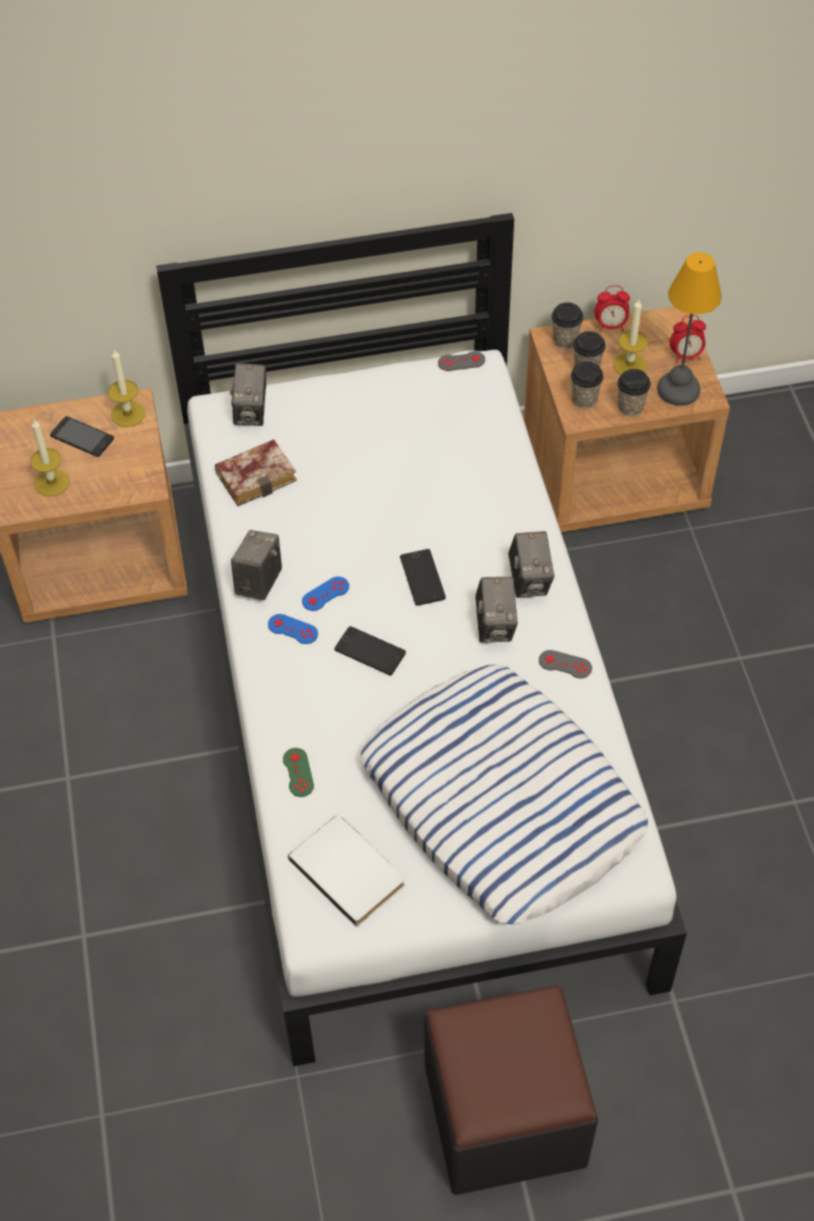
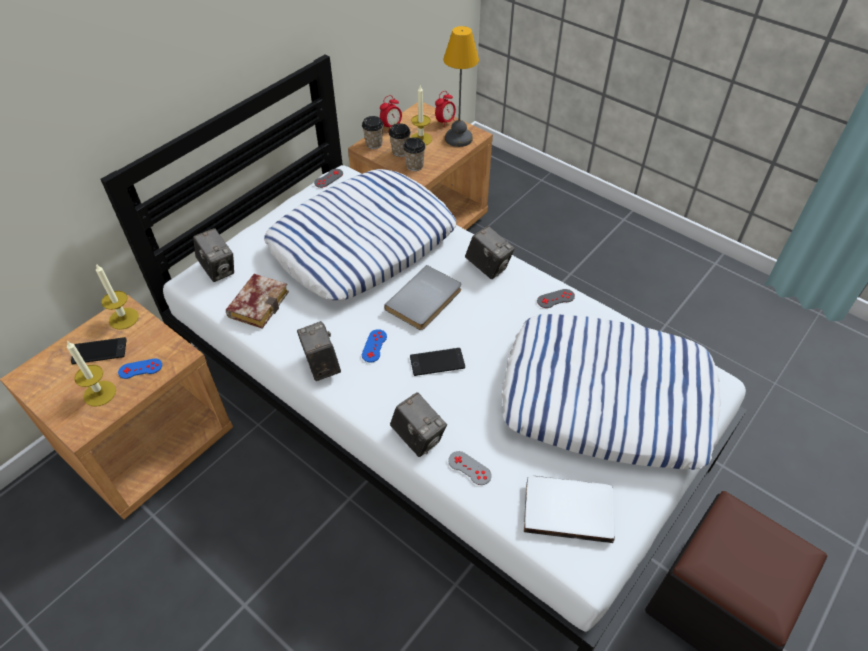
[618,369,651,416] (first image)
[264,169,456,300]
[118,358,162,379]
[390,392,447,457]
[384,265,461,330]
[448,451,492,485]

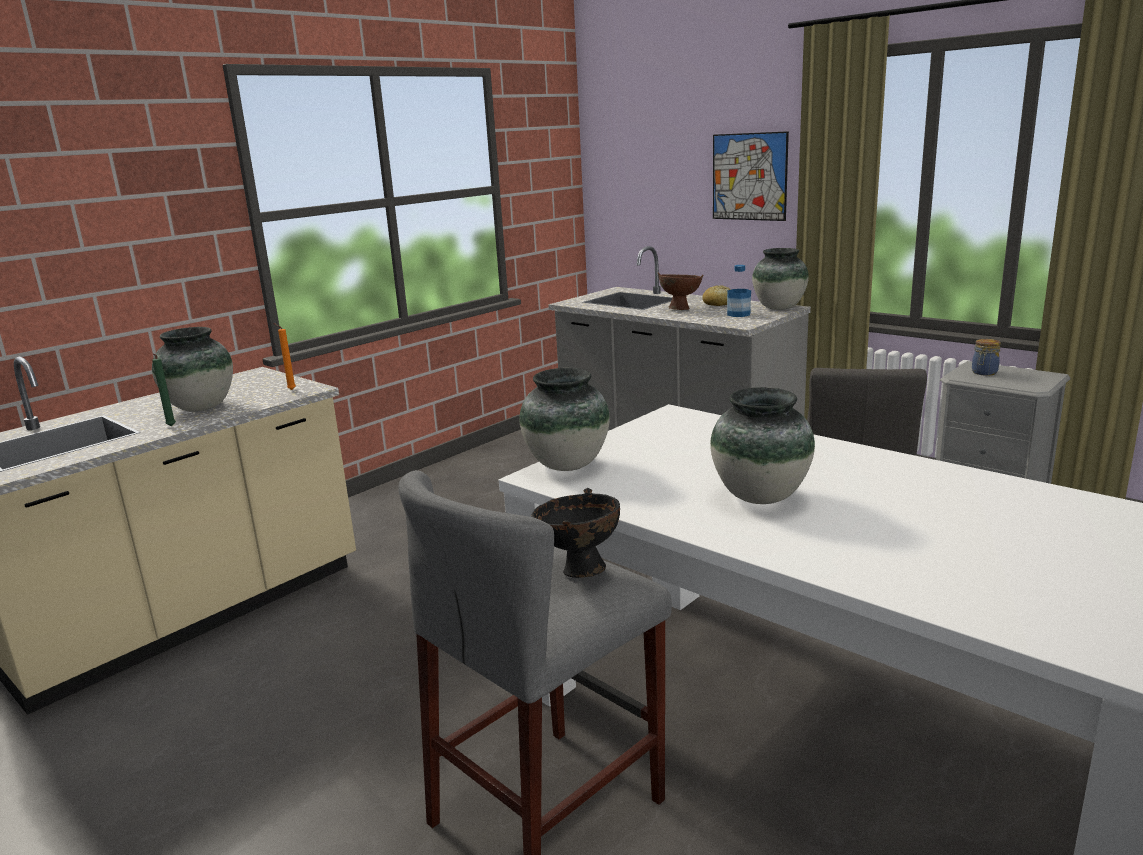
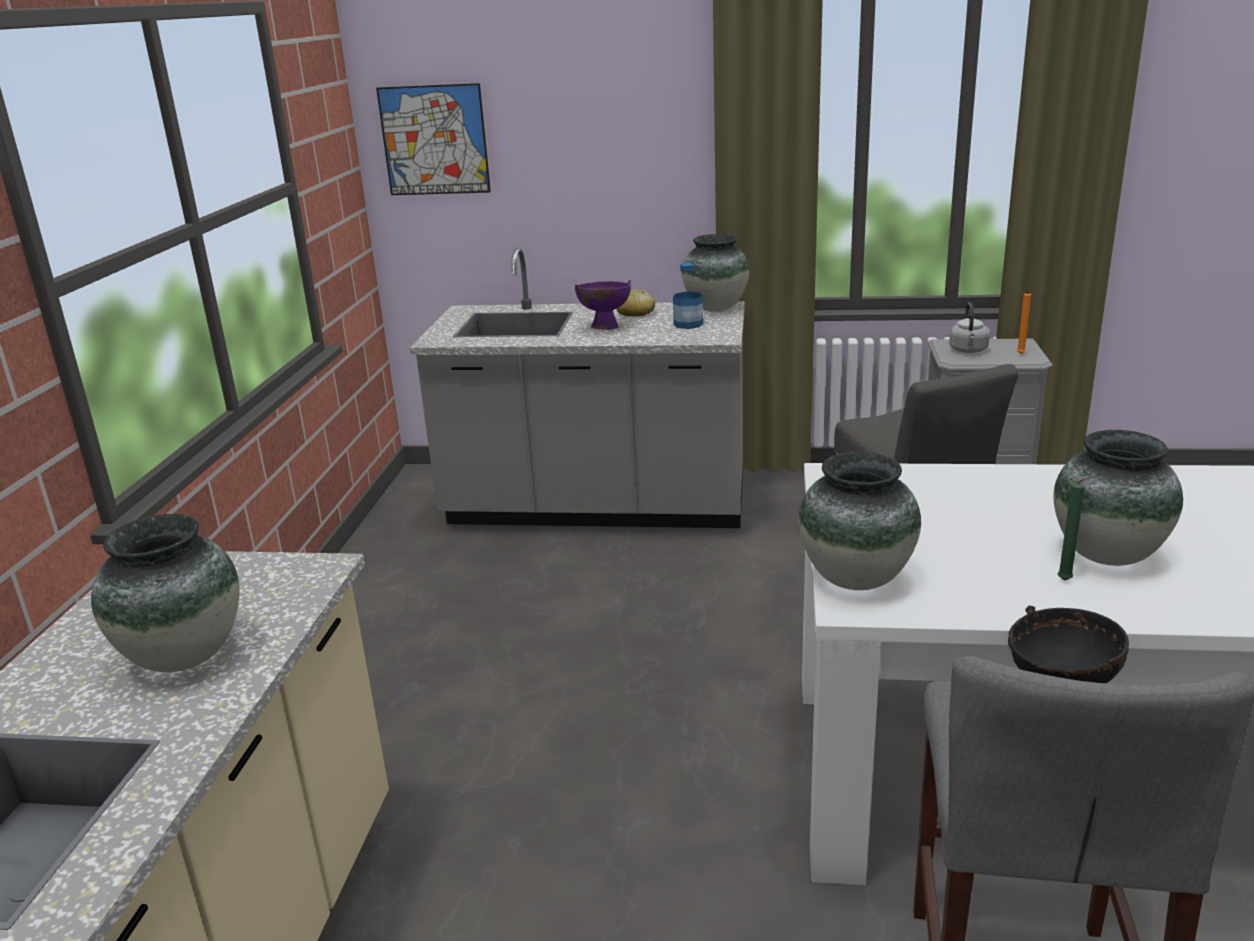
[1057,477,1093,581]
[1017,289,1031,354]
[376,83,491,195]
[949,302,990,353]
[575,280,631,330]

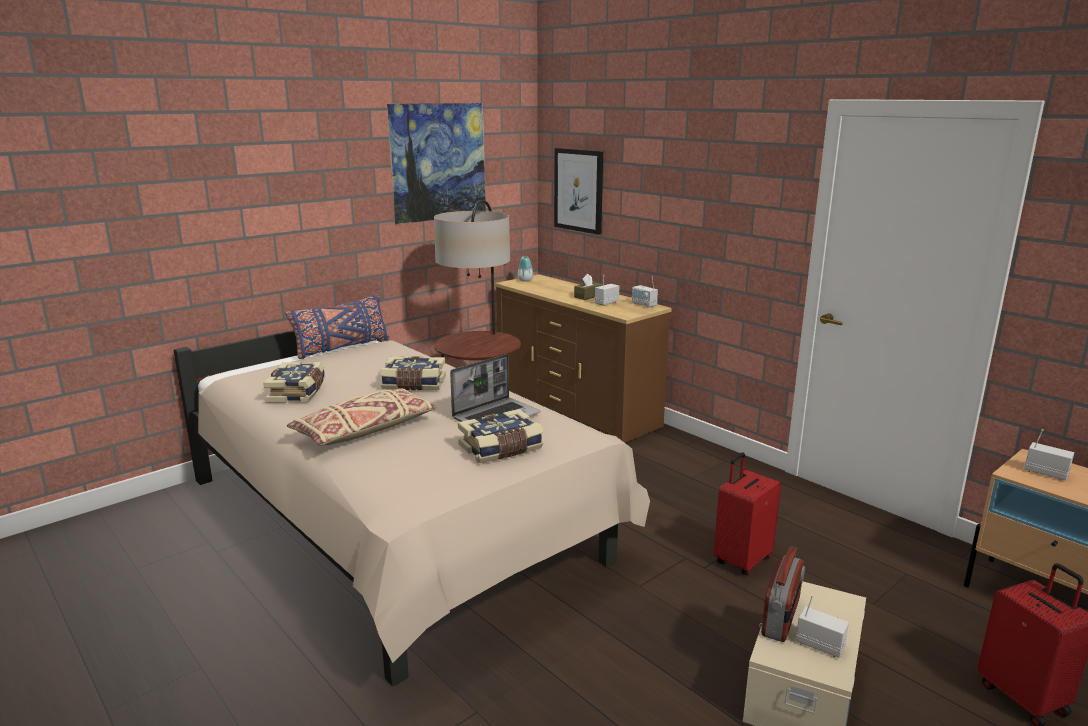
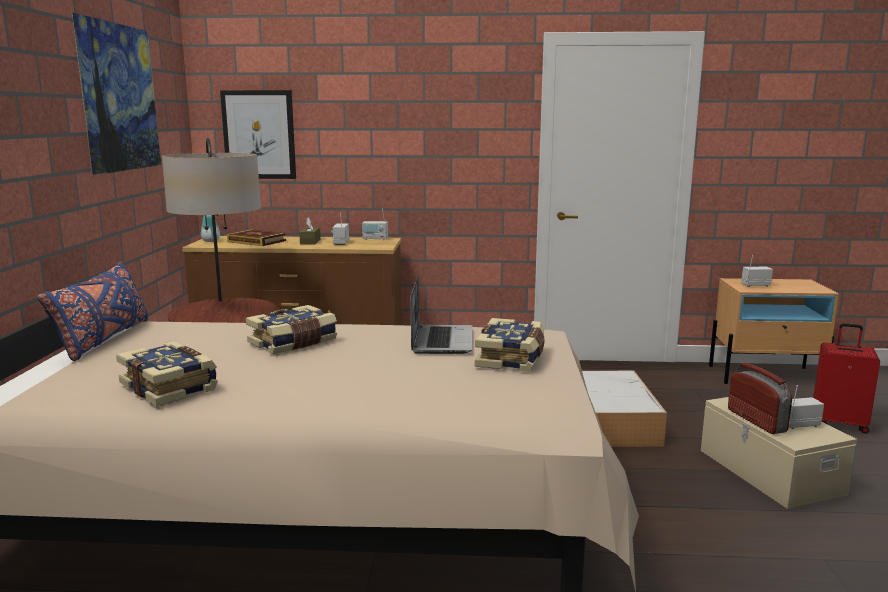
[287,389,437,446] (first image)
[227,230,286,246]
[582,371,667,447]

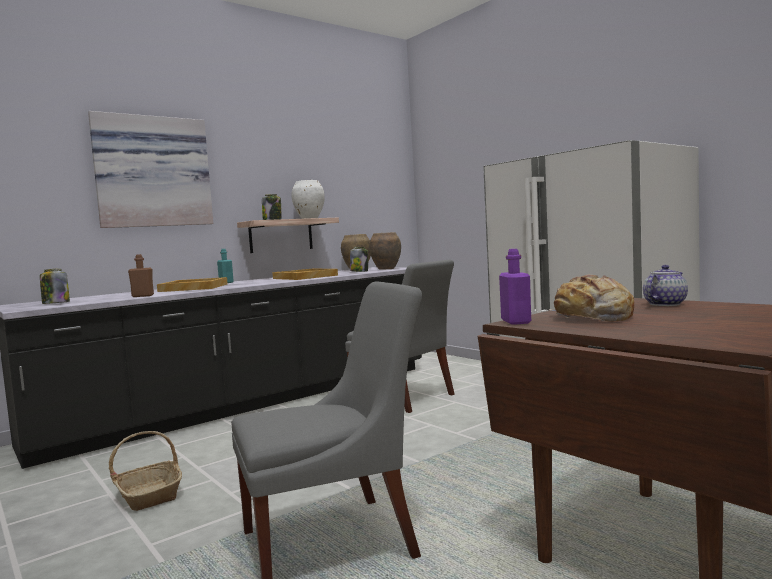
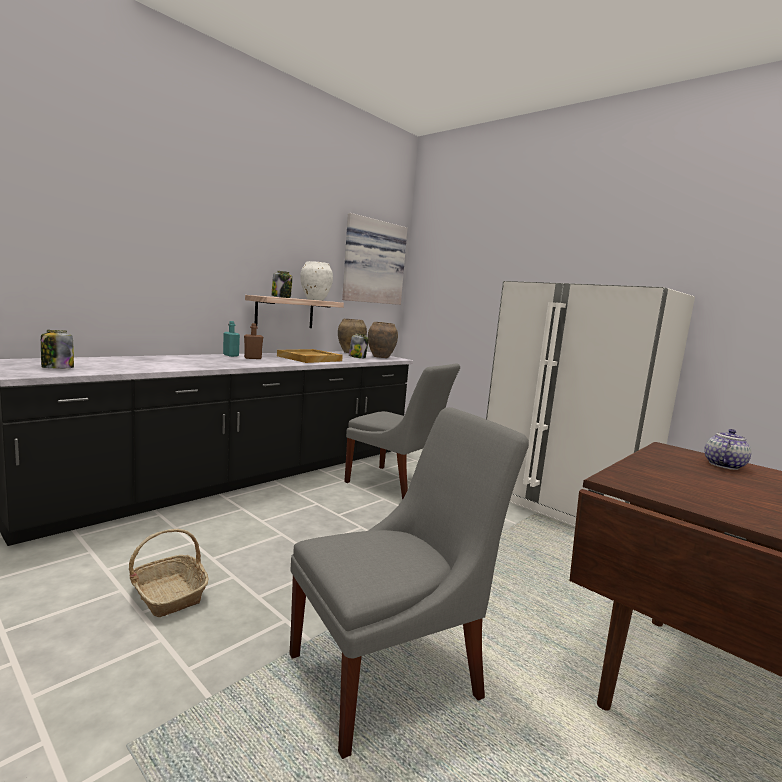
[157,277,228,292] (first image)
[499,249,531,325] (first image)
[549,275,634,322] (first image)
[342,213,407,305]
[244,323,263,359]

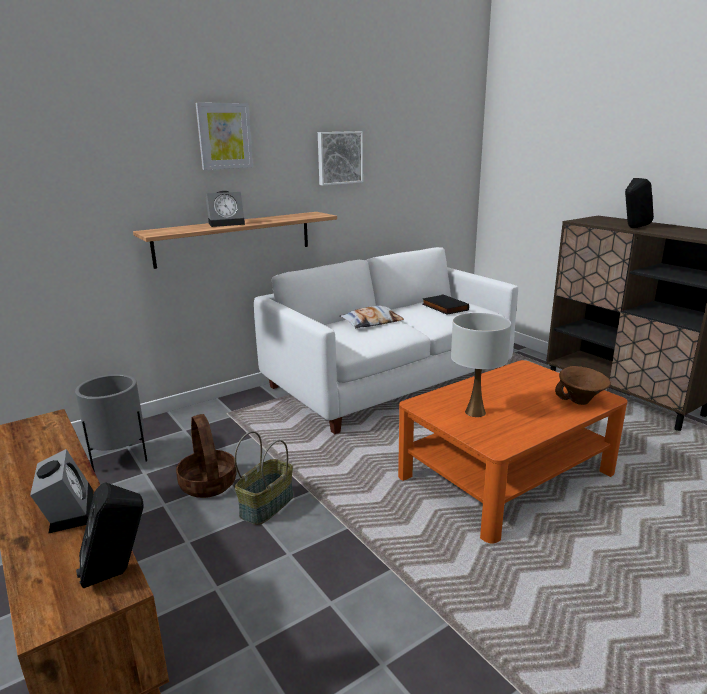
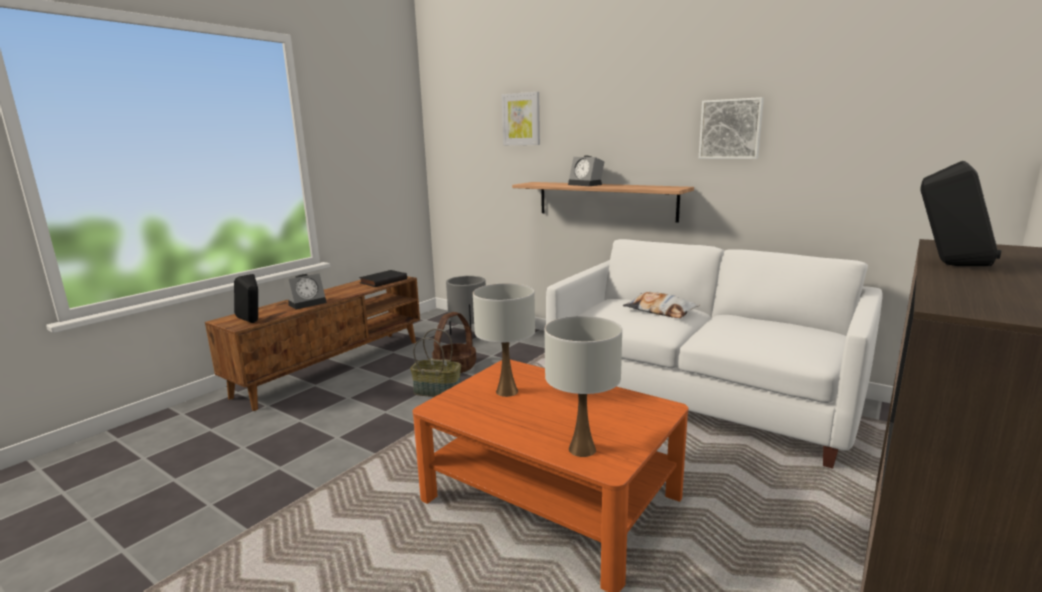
[502,92,540,145]
[359,270,407,287]
[545,316,622,457]

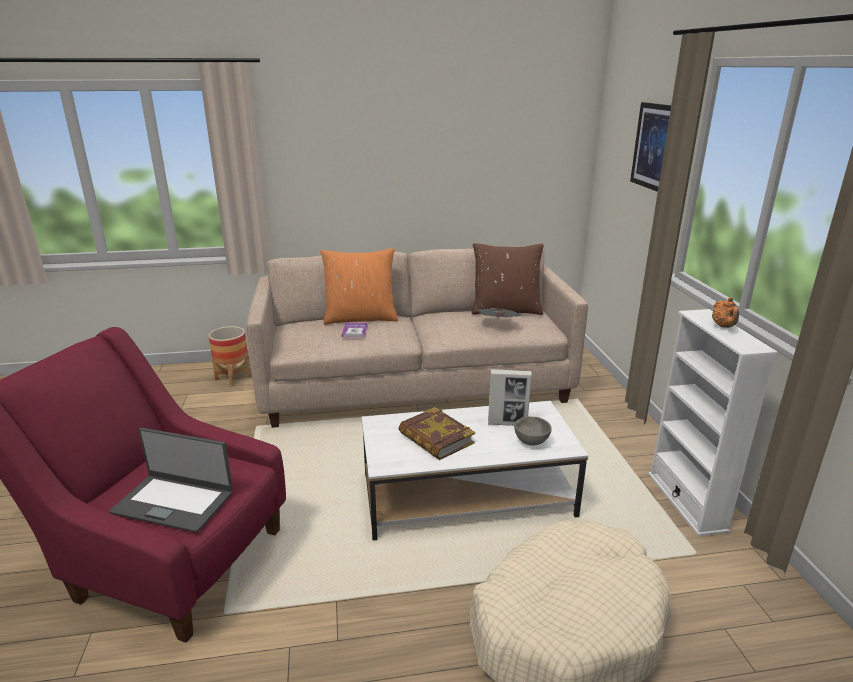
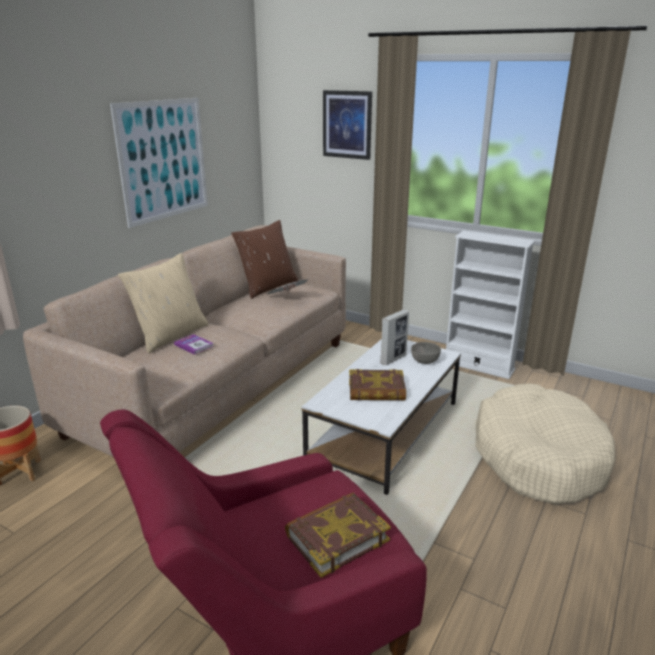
[712,297,739,328] (first image)
[110,98,208,228]
[285,493,391,578]
[118,253,209,353]

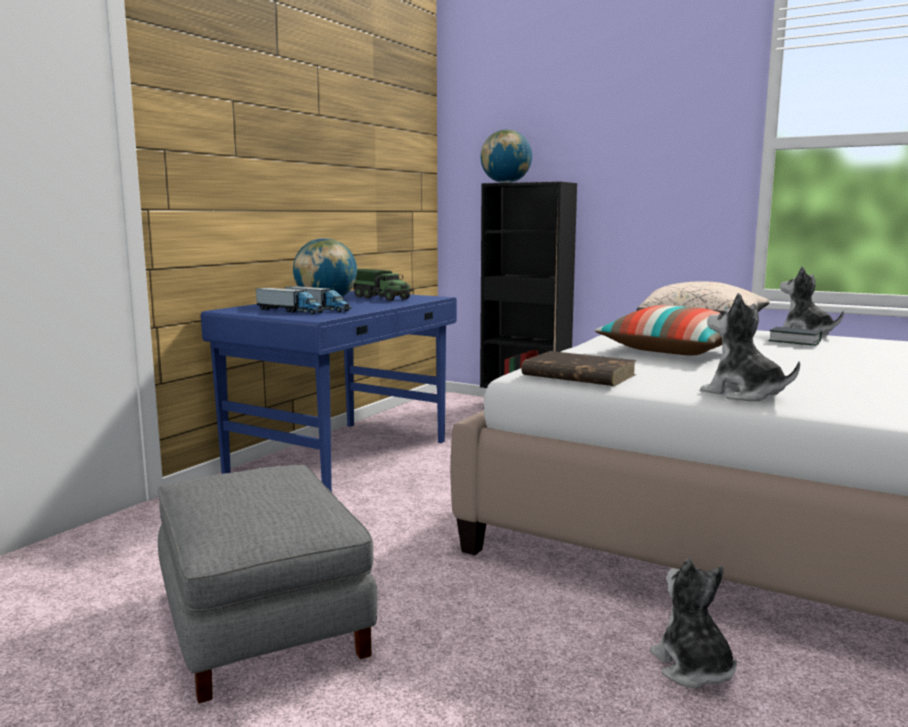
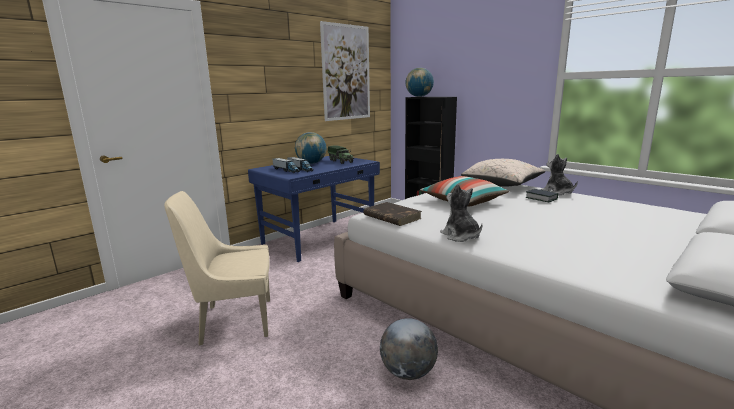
[320,21,370,121]
[164,191,270,346]
[380,318,438,380]

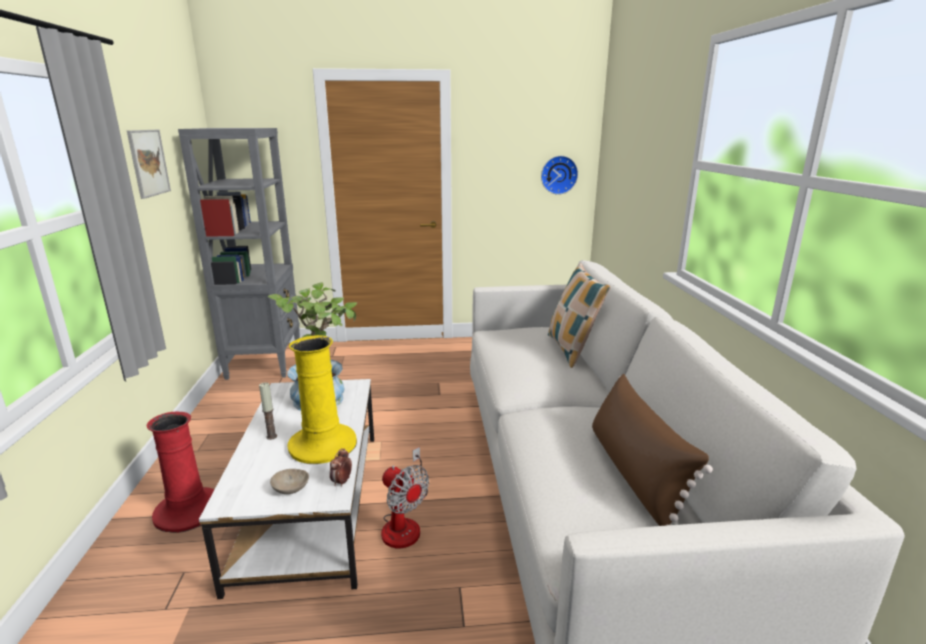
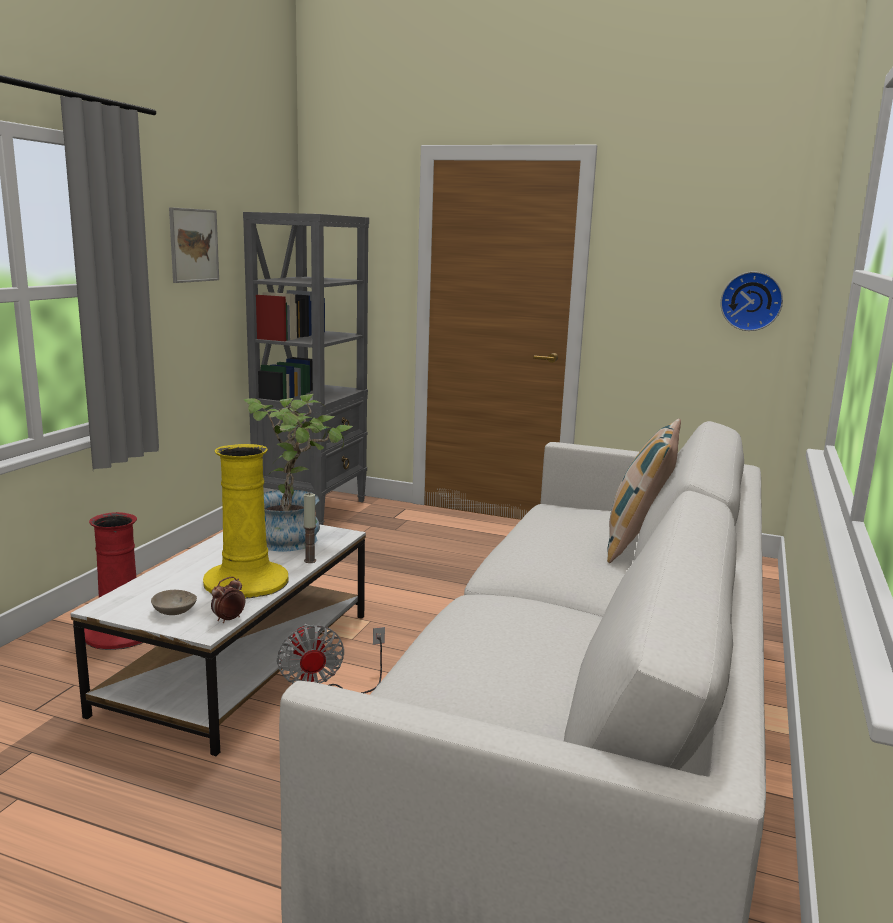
[592,374,713,526] (first image)
[303,493,316,563]

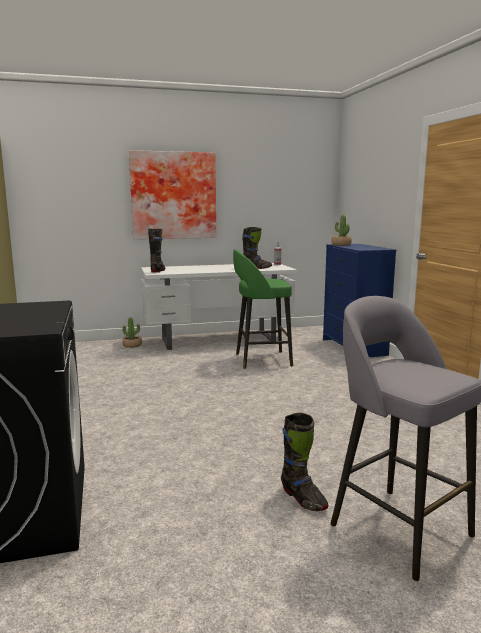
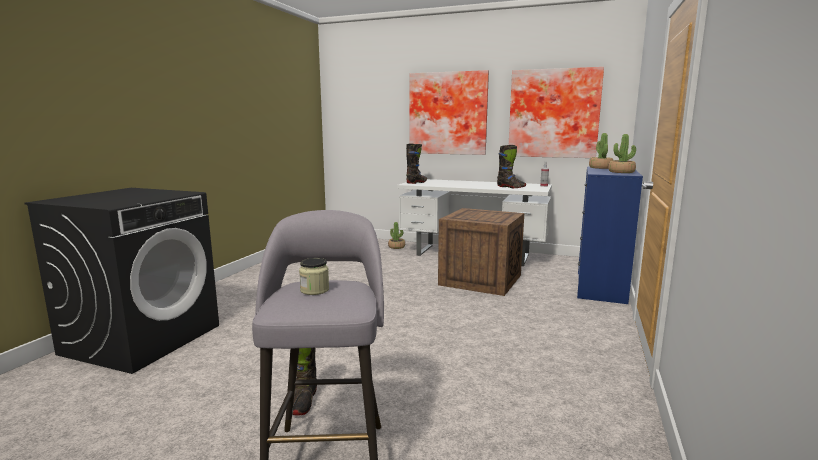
[299,258,329,295]
[509,67,604,158]
[608,134,636,173]
[438,208,524,296]

